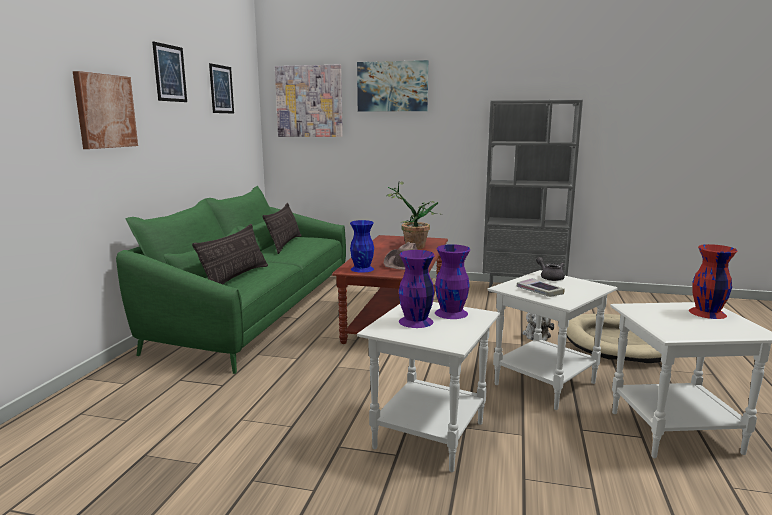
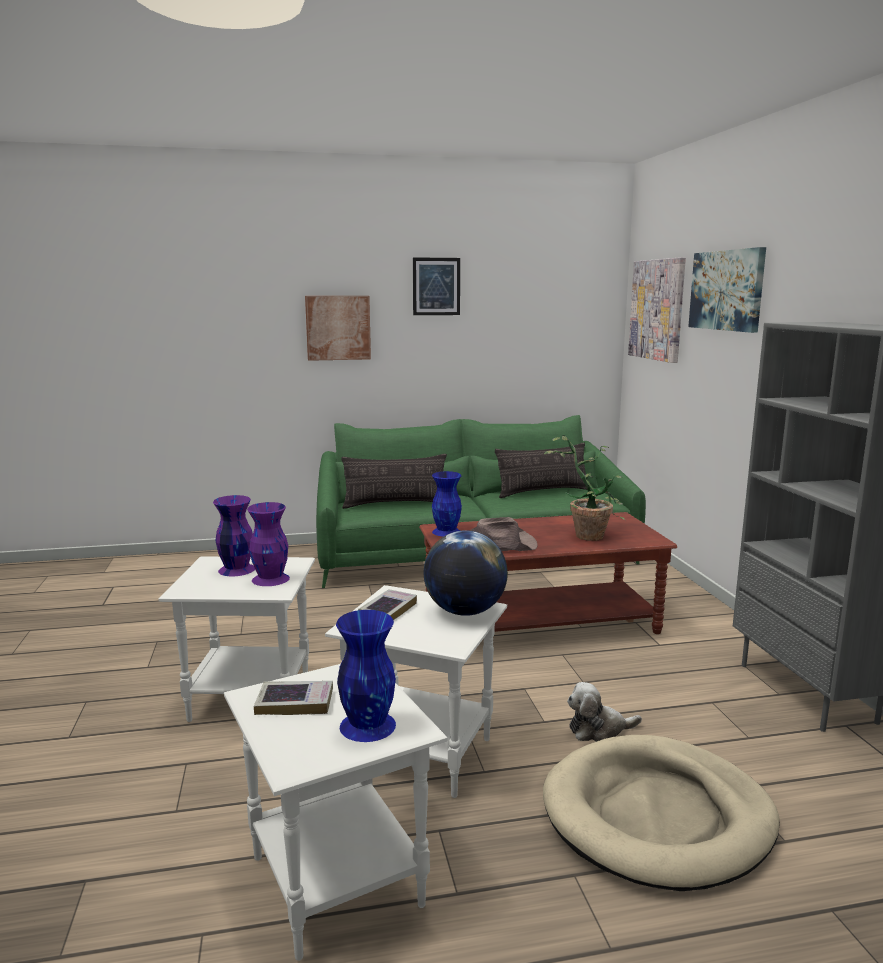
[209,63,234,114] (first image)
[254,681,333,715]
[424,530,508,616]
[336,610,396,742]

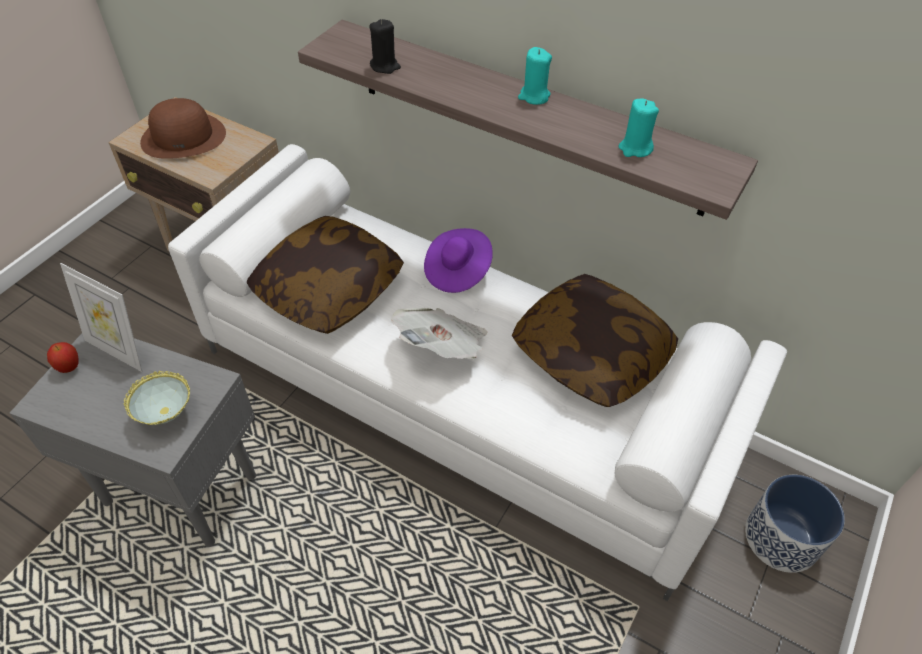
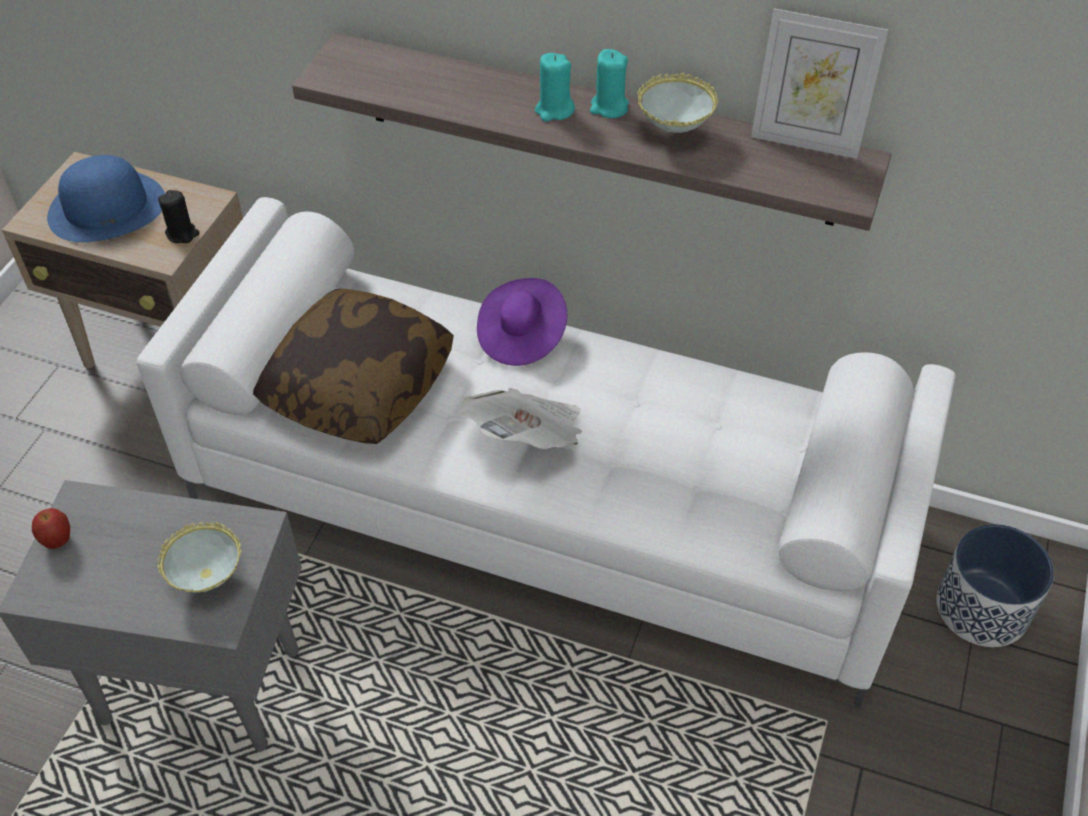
[512,274,678,407] (first image)
[637,73,718,133]
[751,9,888,159]
[158,190,200,243]
[535,53,575,122]
[47,155,165,242]

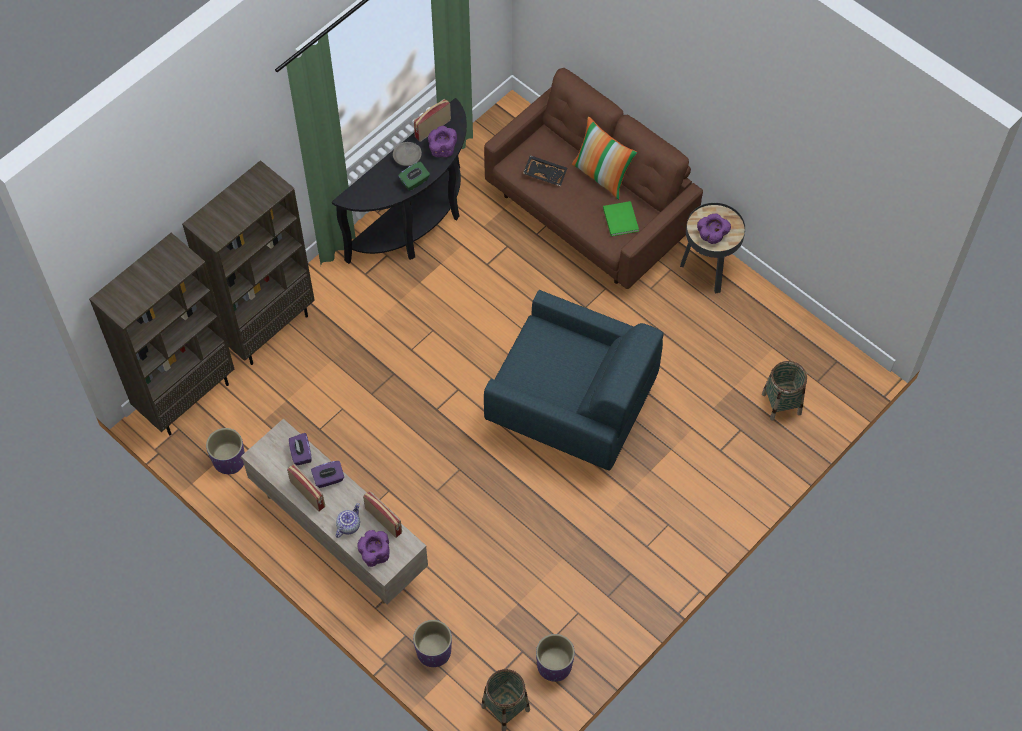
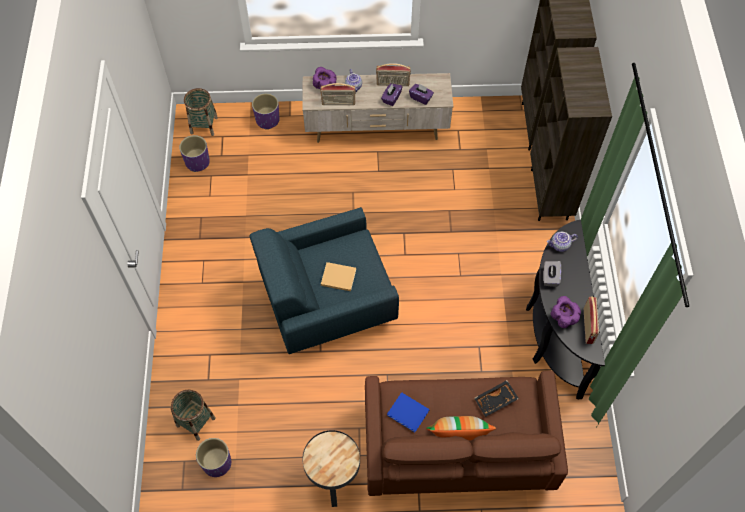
[393,142,422,166] (first image)
[697,213,731,244] (first image)
[321,262,356,291]
[547,232,578,252]
[196,438,231,477]
[544,261,561,287]
[387,392,429,432]

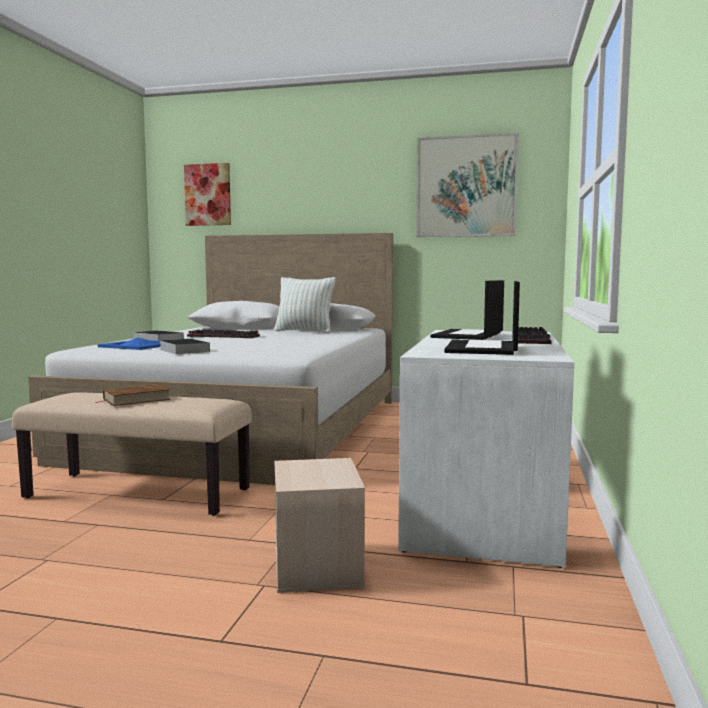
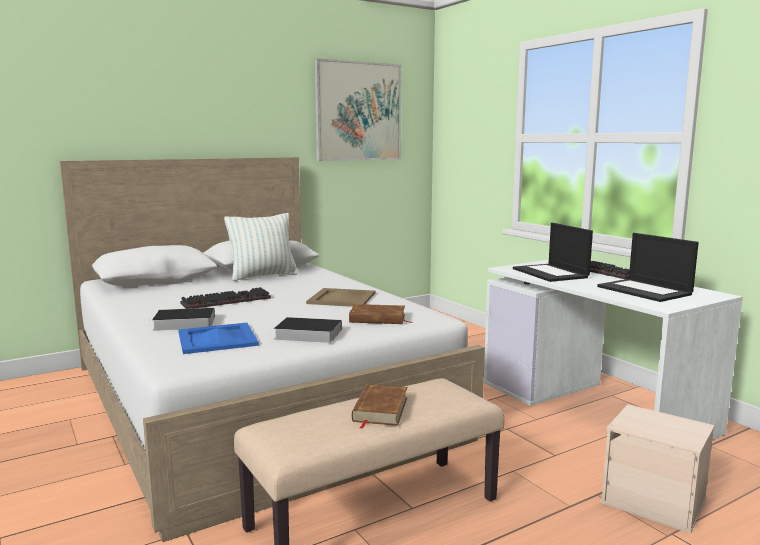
[184,163,231,226] (first image)
[306,288,375,307]
[349,304,412,324]

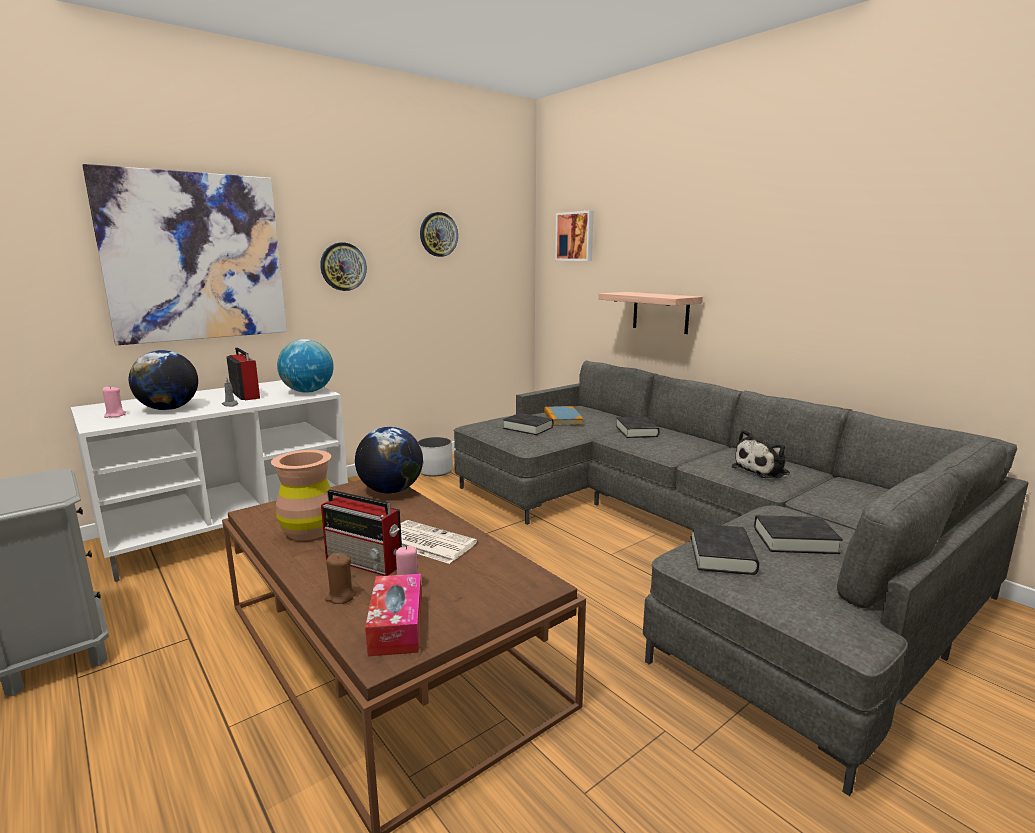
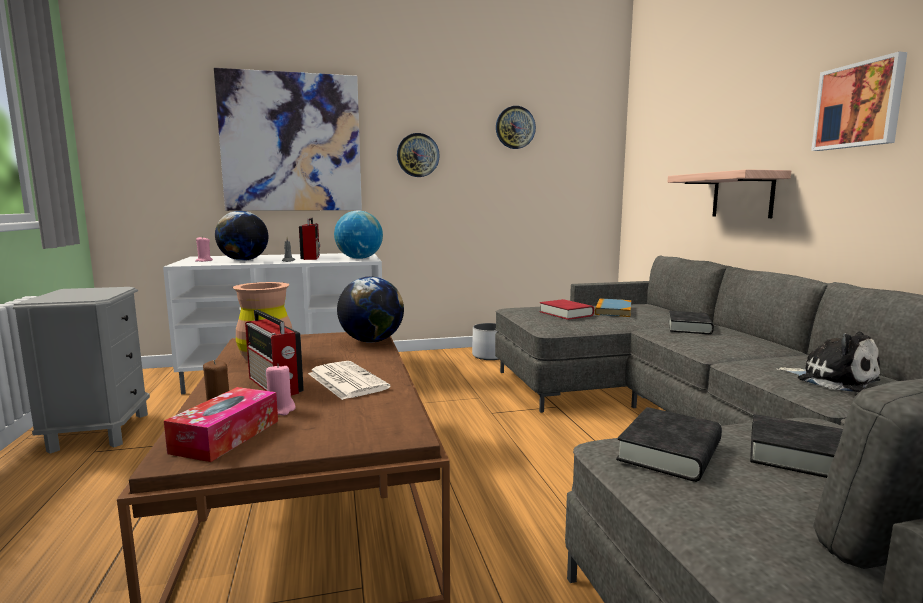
[811,52,907,151]
[539,299,594,320]
[776,332,881,392]

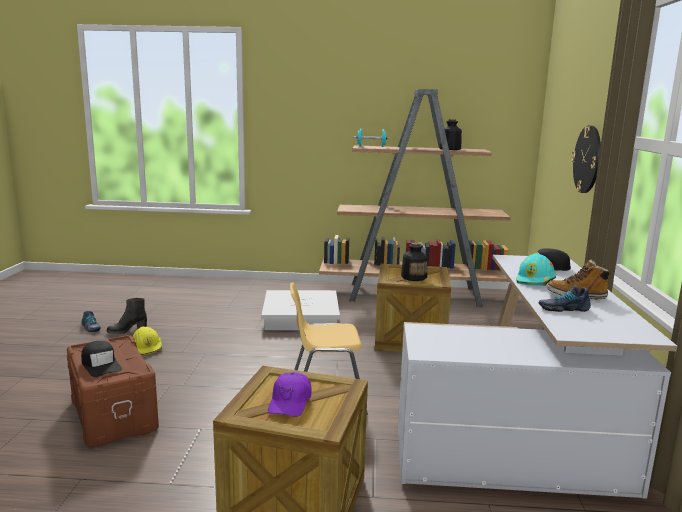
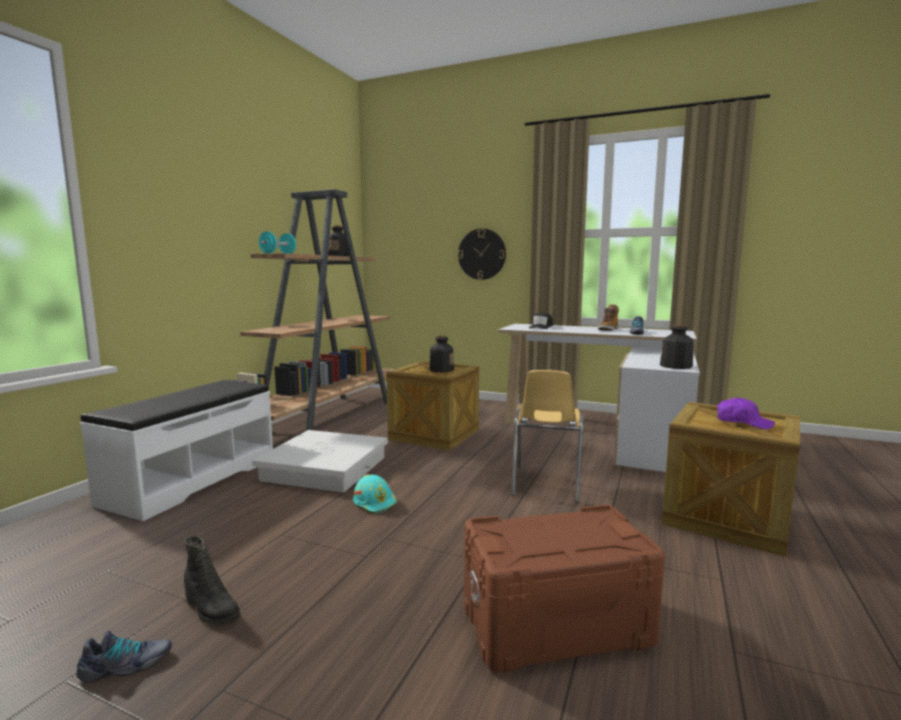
[81,341,122,377] (first image)
[133,327,164,356] (first image)
[80,380,273,521]
[660,325,694,369]
[353,474,397,514]
[184,536,241,625]

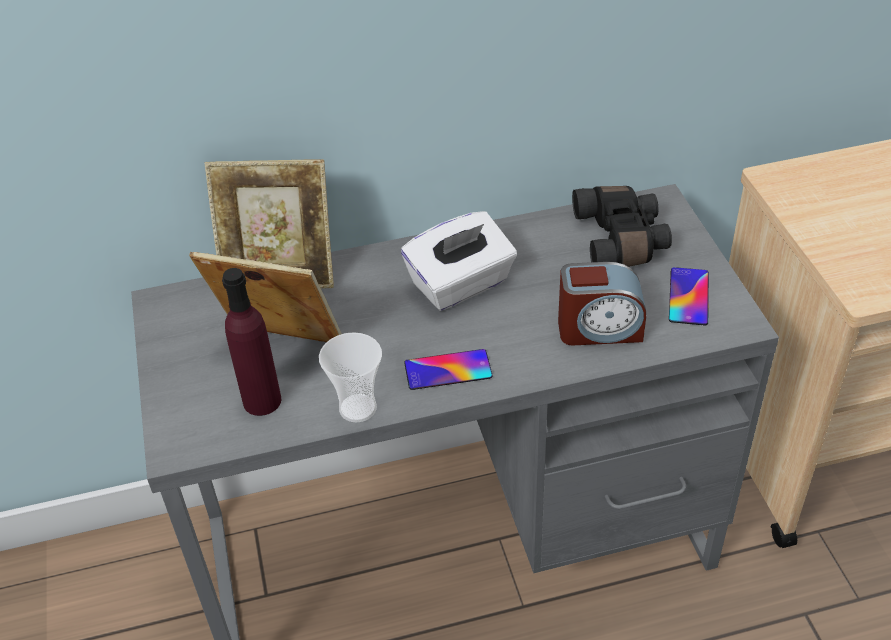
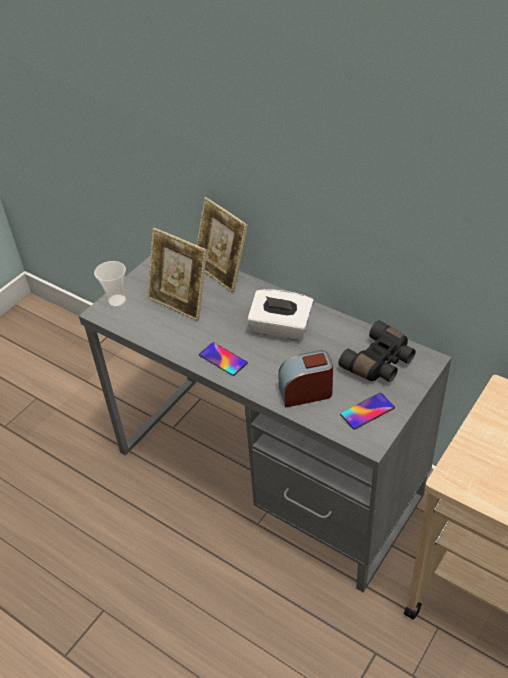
[222,268,281,416] (first image)
[94,261,127,307]
[147,228,207,321]
[278,350,333,407]

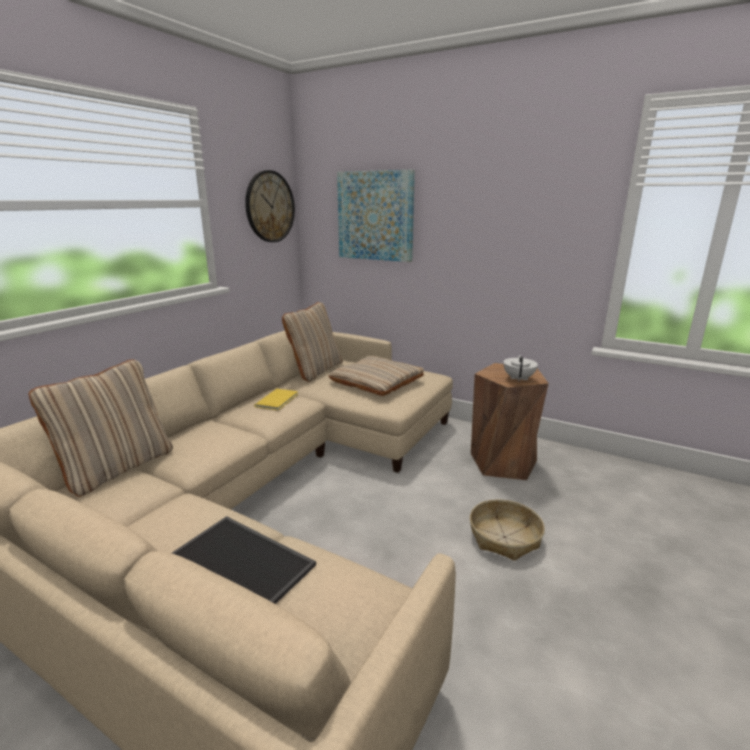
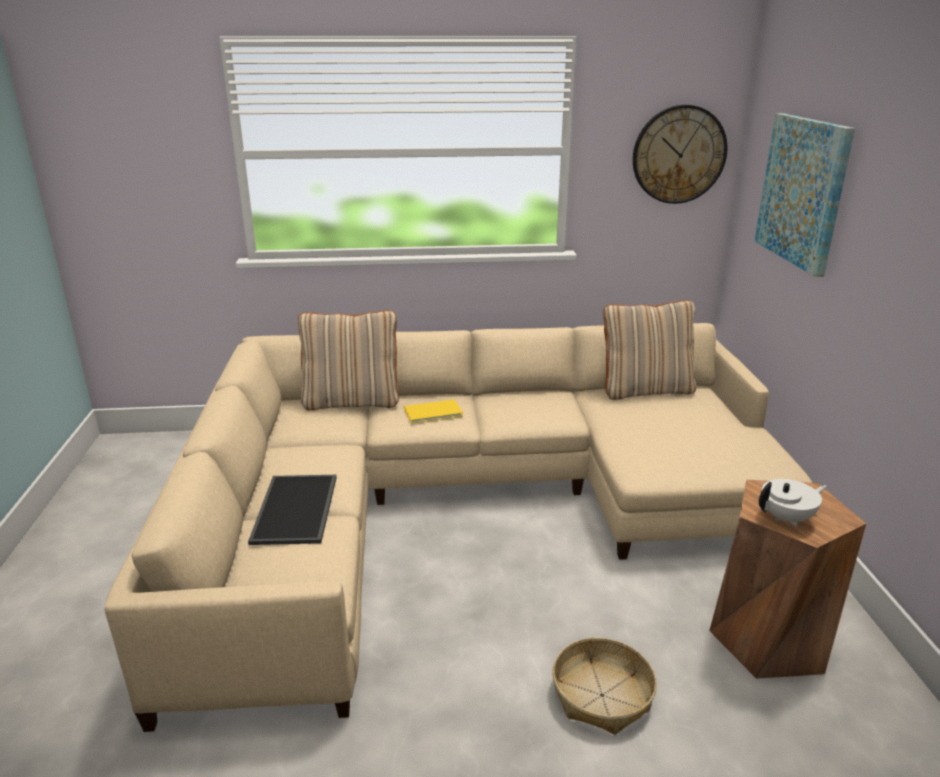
[329,356,424,396] (first image)
[404,399,463,424]

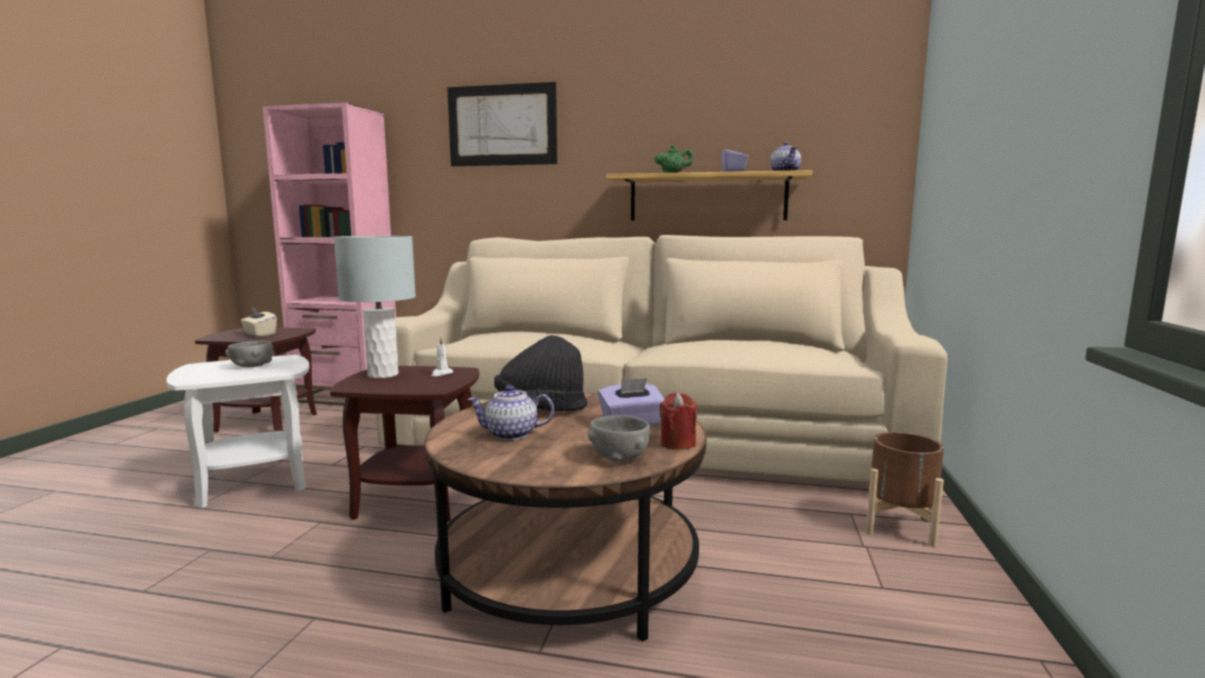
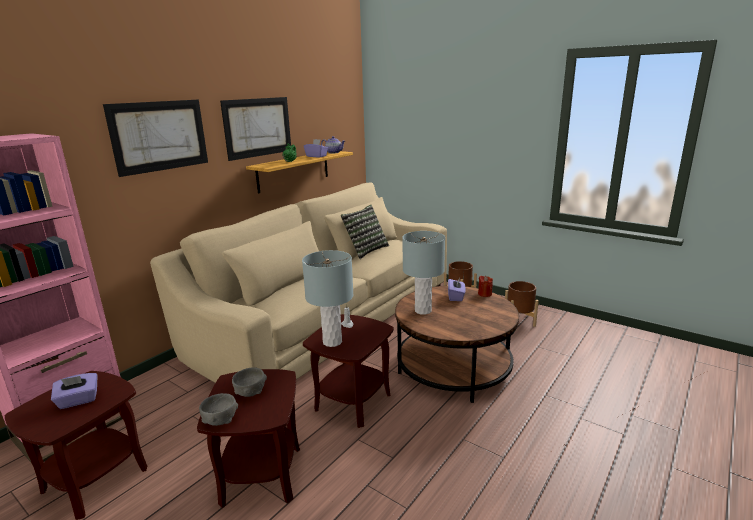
[467,385,554,440] (first image)
[220,97,291,161]
[341,204,389,259]
[505,281,539,327]
[199,393,238,426]
[402,231,445,315]
[197,369,300,508]
[51,373,97,409]

